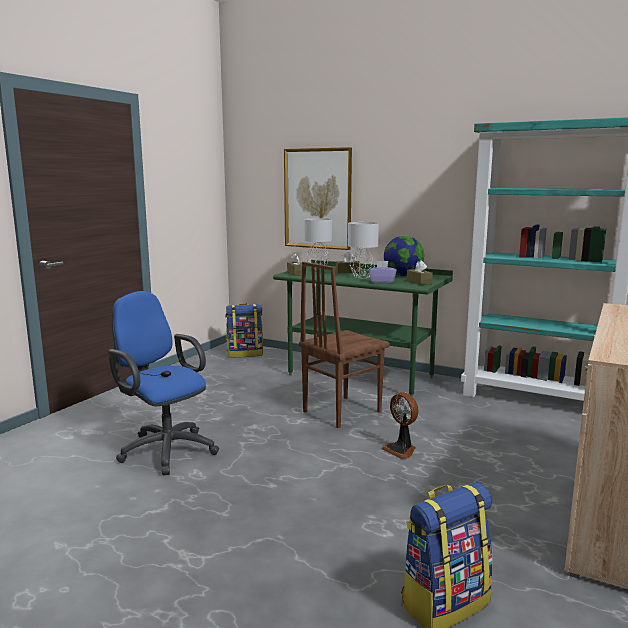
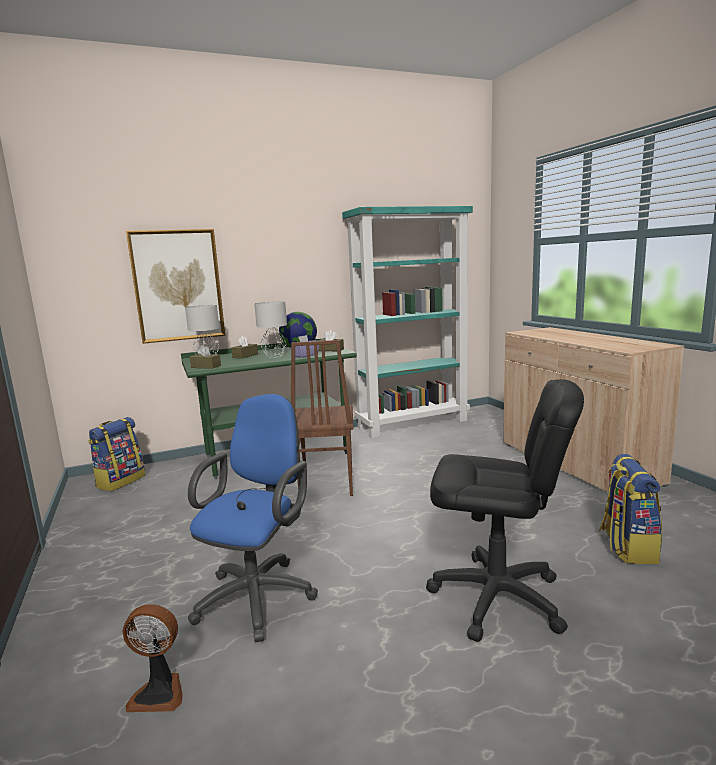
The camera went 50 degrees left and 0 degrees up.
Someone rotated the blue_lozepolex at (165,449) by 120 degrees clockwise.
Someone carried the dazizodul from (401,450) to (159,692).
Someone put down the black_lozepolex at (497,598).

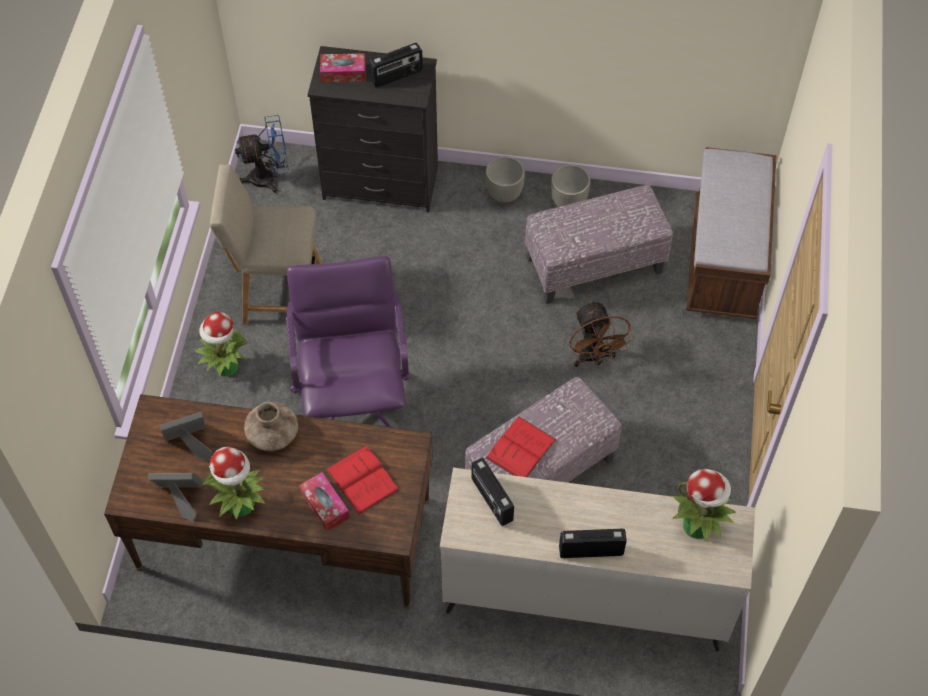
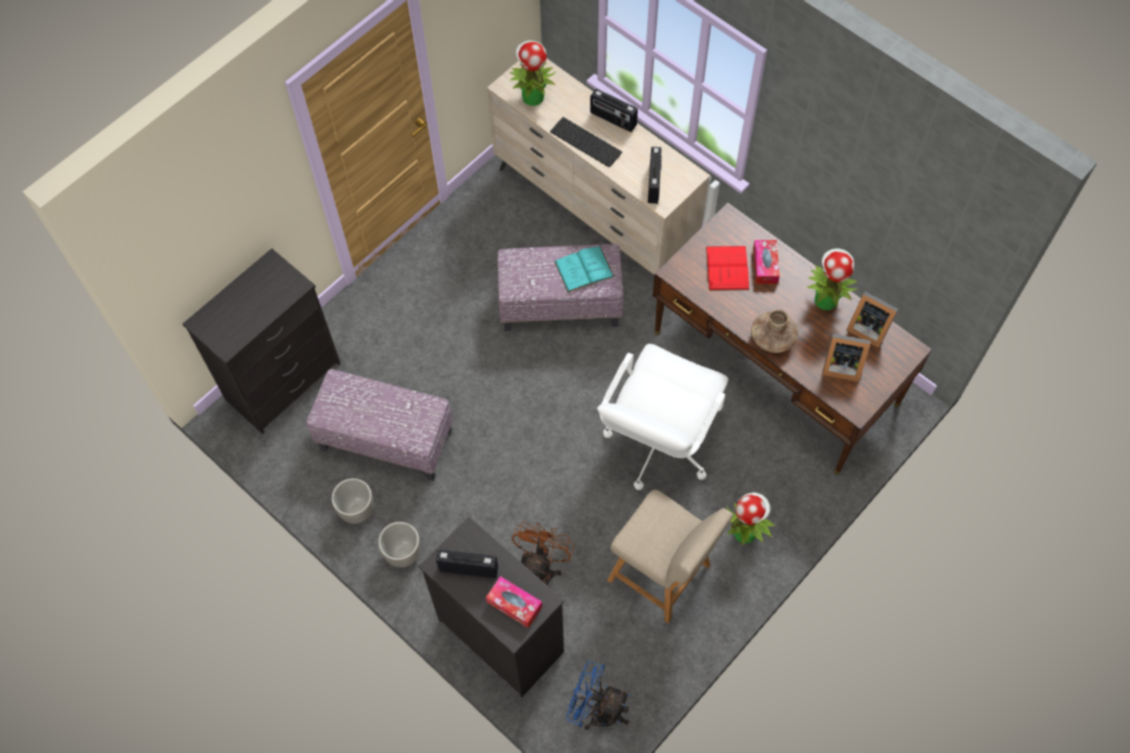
The camera went 145 degrees left and 5 degrees up.
Someone repainted the purple_lozepolex at (353,397), which became the white_lozepolex at (658,443).
Someone repainted the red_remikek at (521,449), which became the turquoise_remikek at (584,269).
Someone carried the brown_dazizodul from (594,358) to (540,570).
Someone swapped the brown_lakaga at (724,260) for the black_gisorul at (284,381).
Someone put down the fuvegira at (587,141).

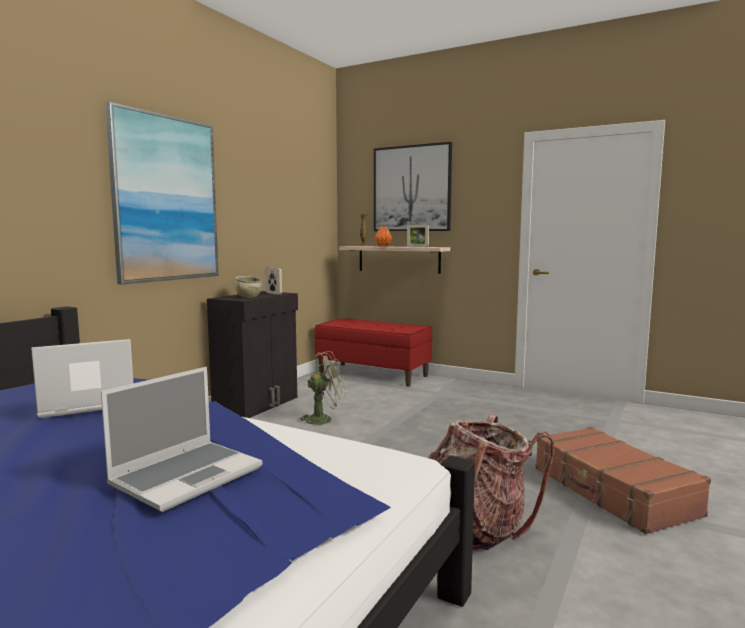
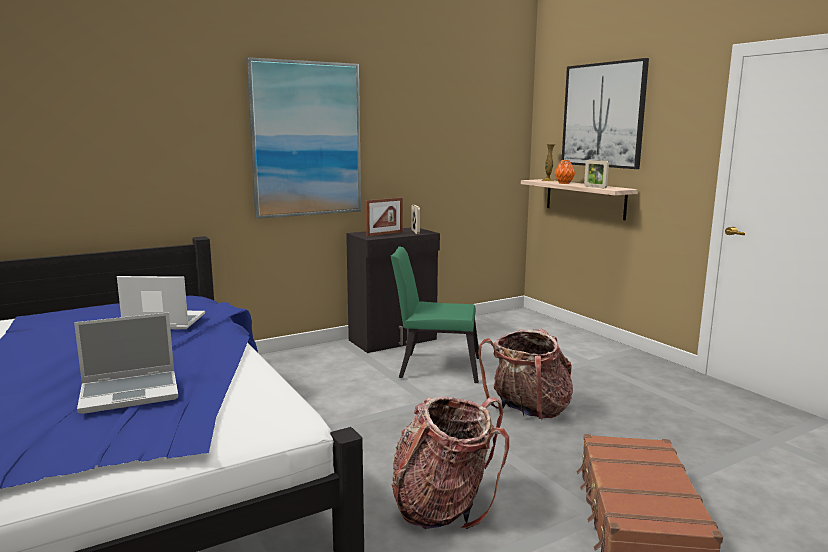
The camera went 30 degrees right and 5 degrees up.
Someone swapped the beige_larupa at (248,296) for the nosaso at (384,234).
Someone swapped the green_dazizodul at (324,419) for the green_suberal at (434,367).
Someone took away the red_lakaga at (373,374).
Someone put down the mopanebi at (528,411).

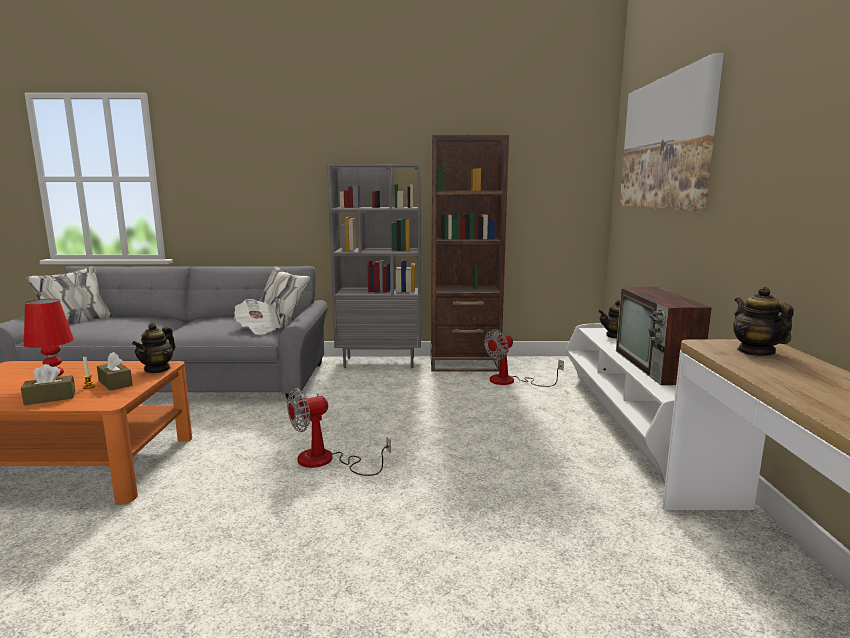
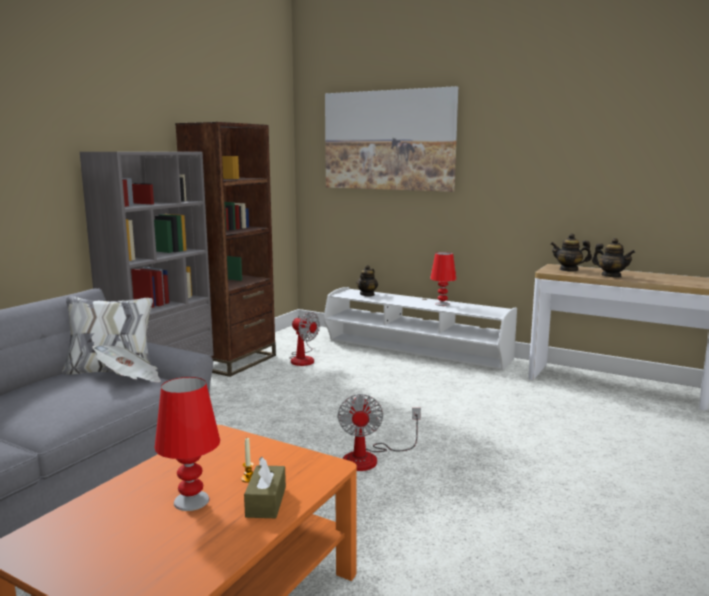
The camera went 60 degrees left and 0 degrees up.
Someone took away the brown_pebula at (115,383).
Someone carried the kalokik from (158,369) to (611,276).
Someone rotated the dazizodul at (511,381) by 45 degrees counterclockwise.
Someone swapped the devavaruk at (656,367) for the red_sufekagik at (442,304).

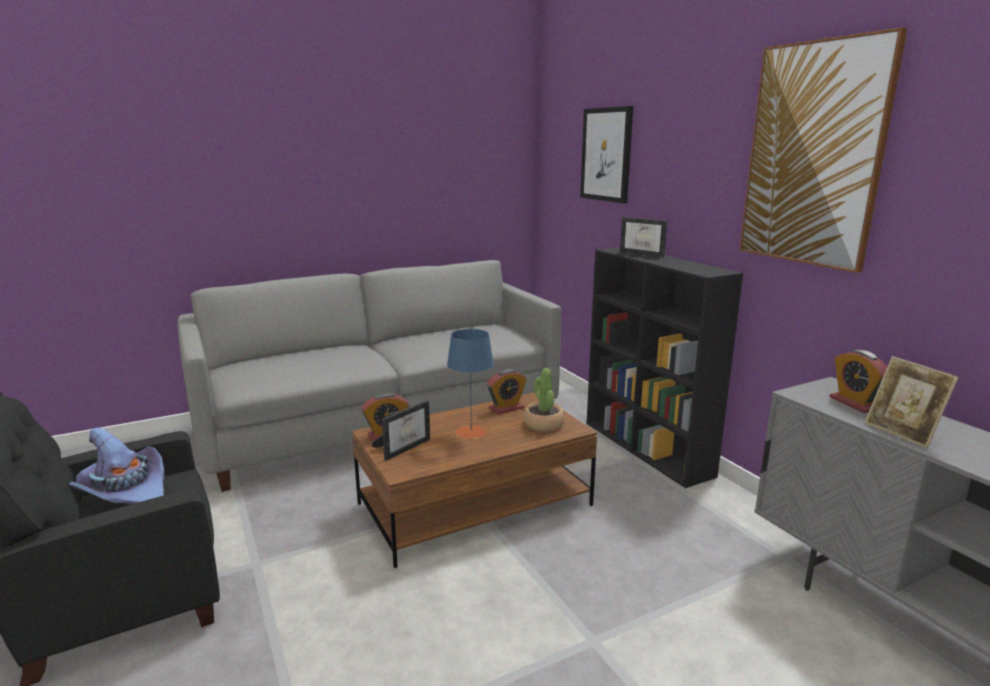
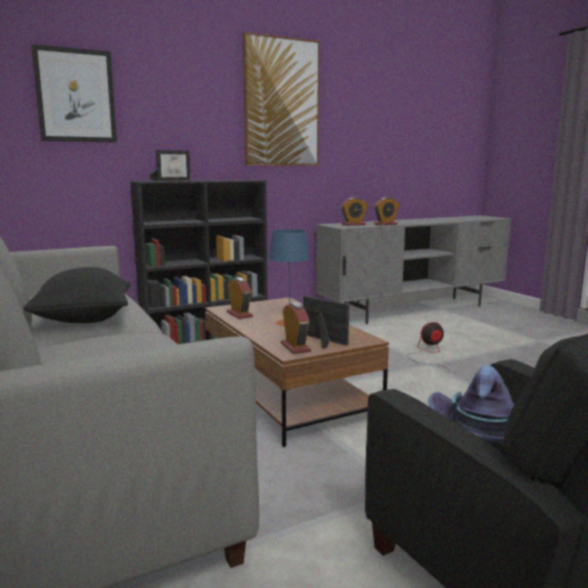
The camera went 90 degrees left and 5 degrees down.
Someone took away the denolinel at (543,424).
Someone swapped the nosaso at (901,433) for the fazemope at (386,224).
Someone put down the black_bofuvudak at (84,320).
Someone put down the dazizodul at (428,353).

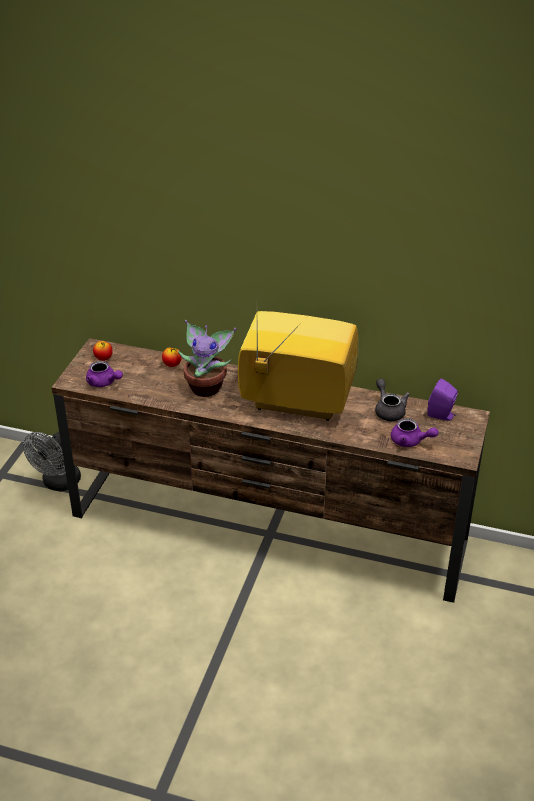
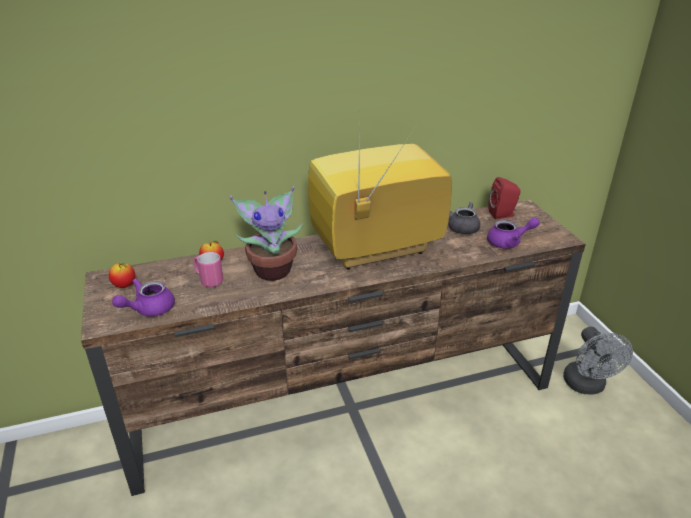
The camera went 35 degrees left and 5 degrees down.
Someone carried the grey_dazizodul from (58,483) to (587,386).
Someone rotated the purple_kalokik at (104,383) by 135 degrees clockwise.
Someone repainted the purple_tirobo at (442,415), which became the red_tirobo at (503,214).
Someone put down the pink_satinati at (208,280).

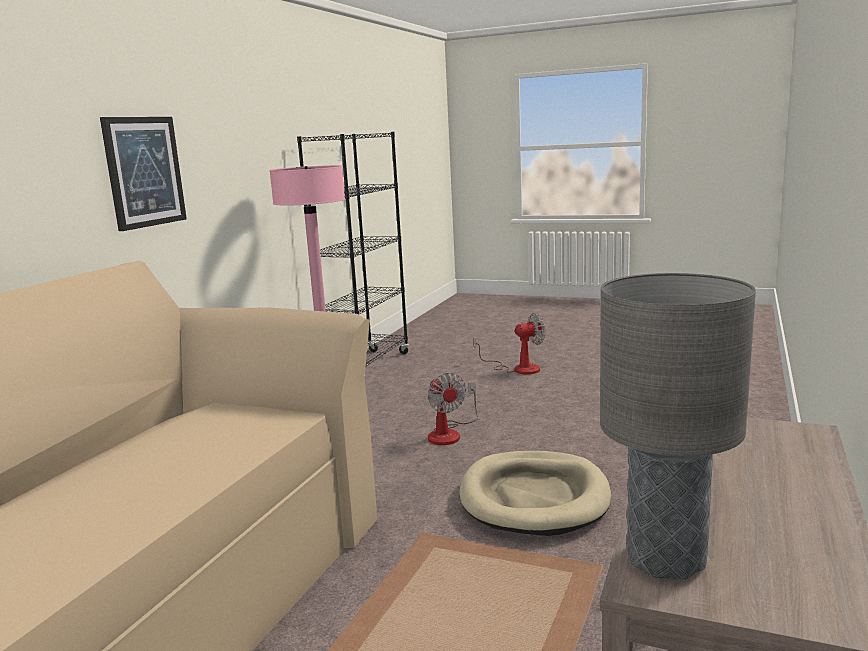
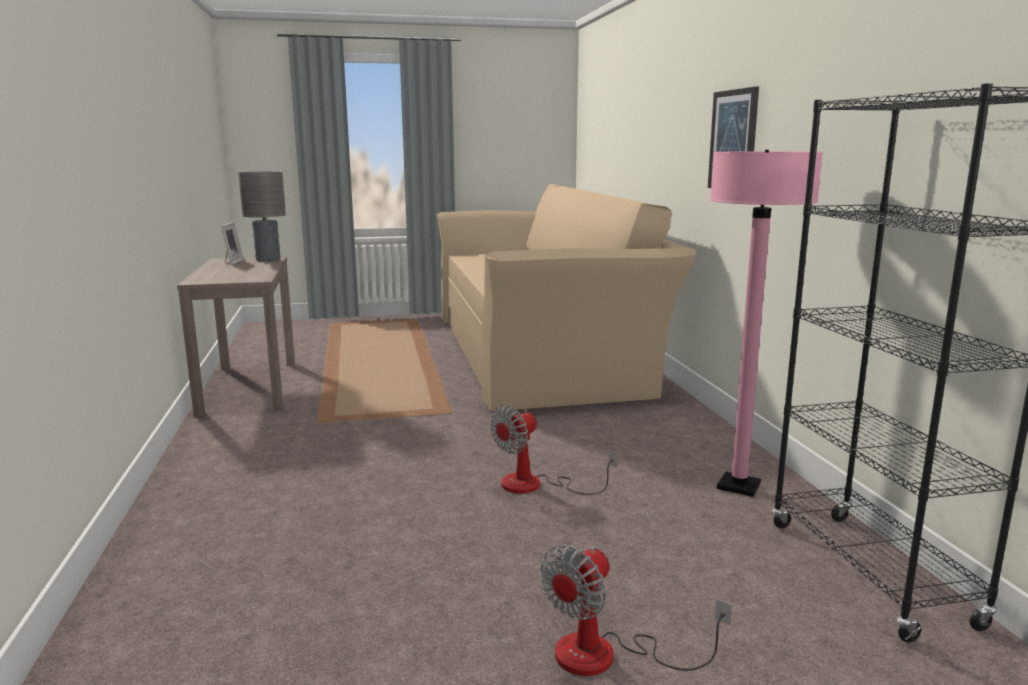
The camera went 145 degrees right and 0 degrees up.
Someone rotated the dazizodul at (449,433) by 75 degrees counterclockwise.
Someone took away the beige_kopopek at (534,498).
Someone put down the nosaso at (231,262).

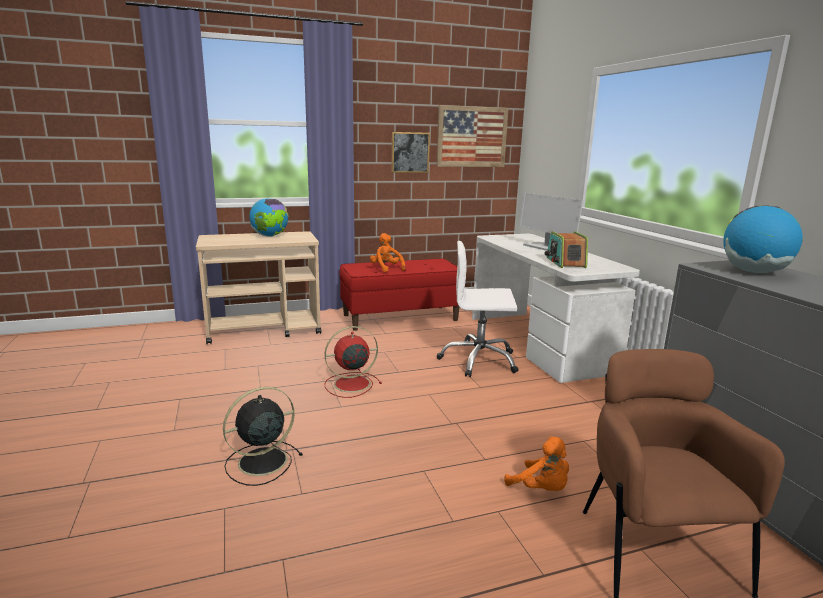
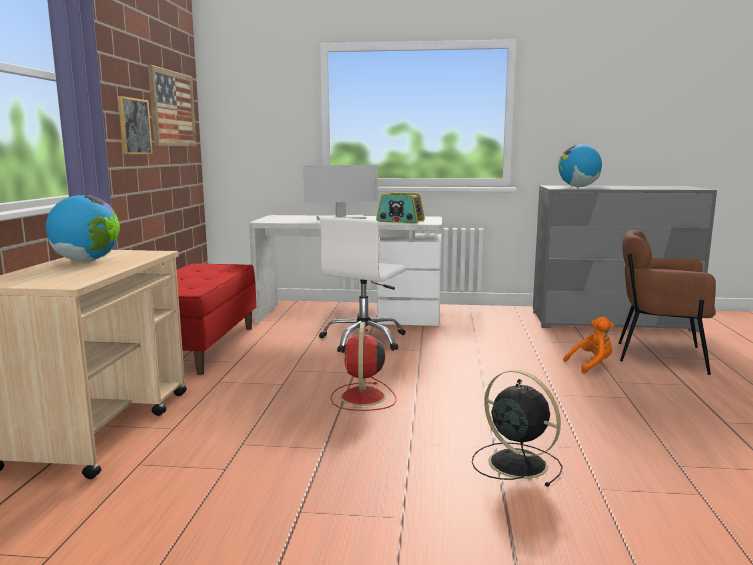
The camera went 65 degrees left and 5 degrees down.
Someone rotated the black_dazizodul at (260,462) by 150 degrees clockwise.
Someone took away the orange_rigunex at (386,268).

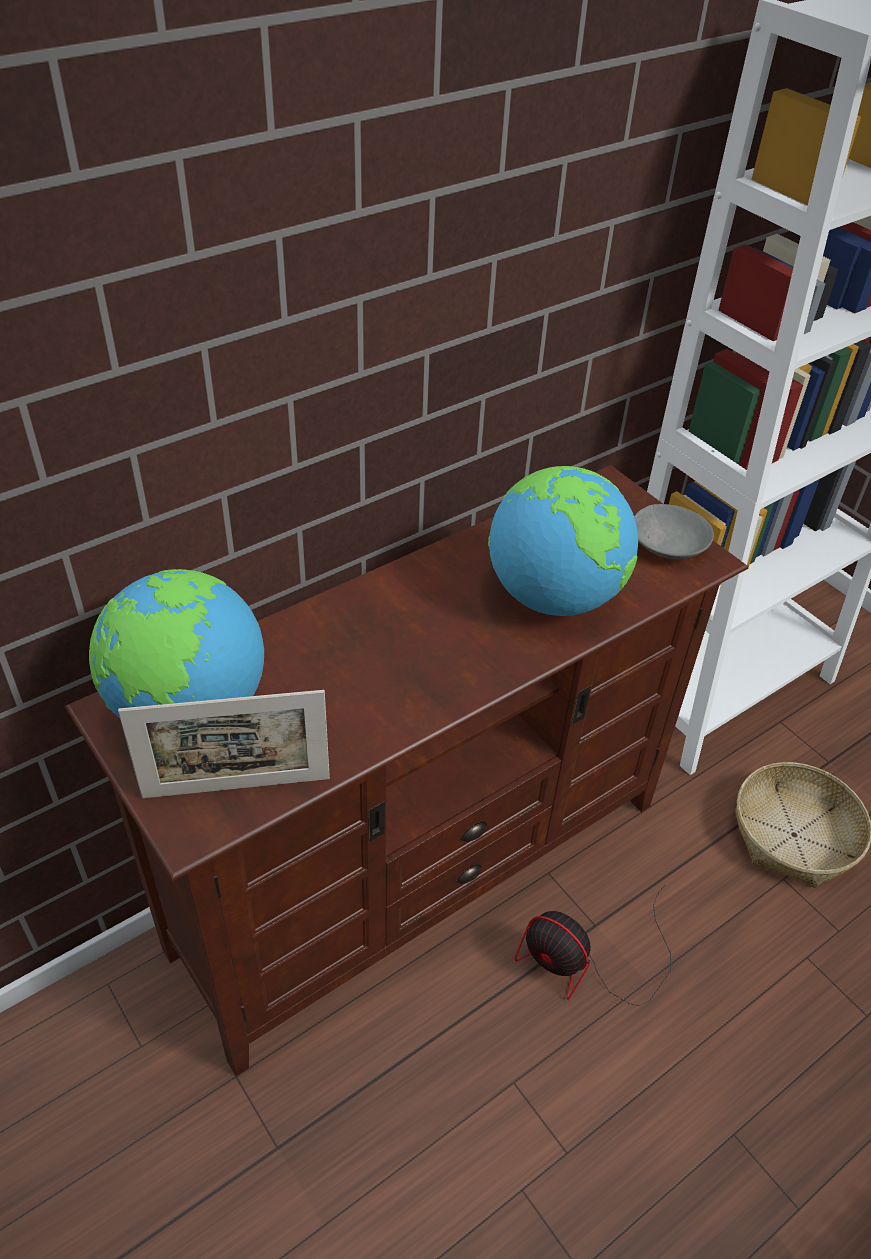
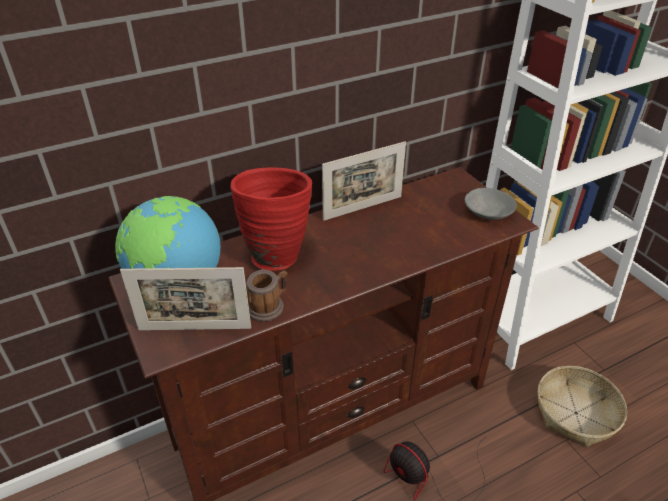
The camera went 10 degrees right and 5 degrees down.
Someone took away the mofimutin at (554,596).
Someone put down the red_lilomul at (276,253).
Someone put down the satinati at (268,306).
Someone put down the nosaso at (363,208).

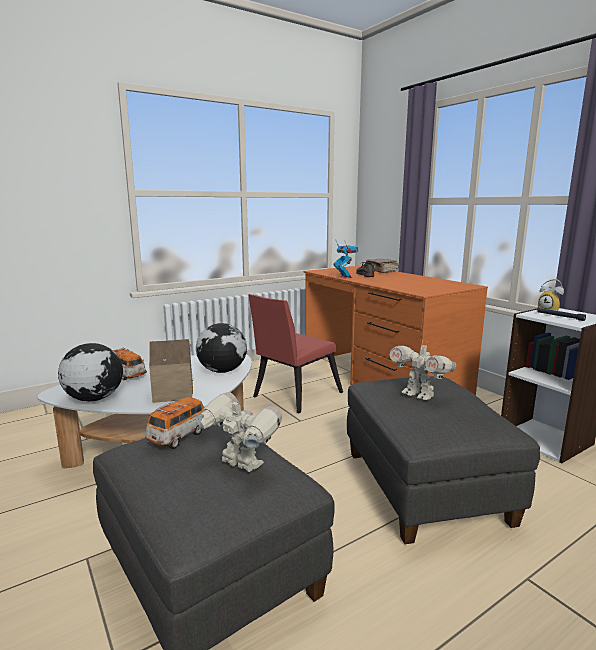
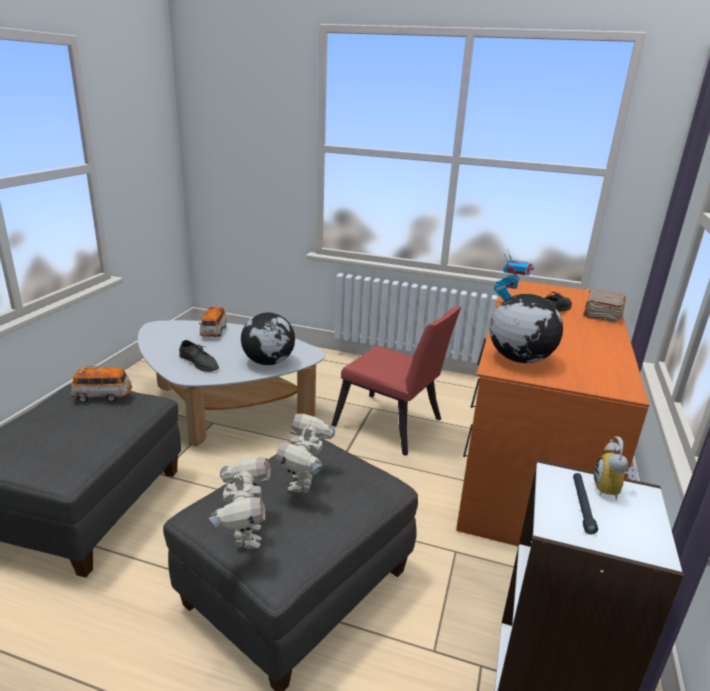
The camera went 50 degrees right and 10 degrees up.
Someone carried the mofimutin from (94,398) to (519,359).
Someone swapped the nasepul at (173,392) for the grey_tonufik at (199,362).
Someone carried the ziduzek from (240,465) to (244,535).
Someone rotated the red_suberal at (293,396) by 150 degrees counterclockwise.

